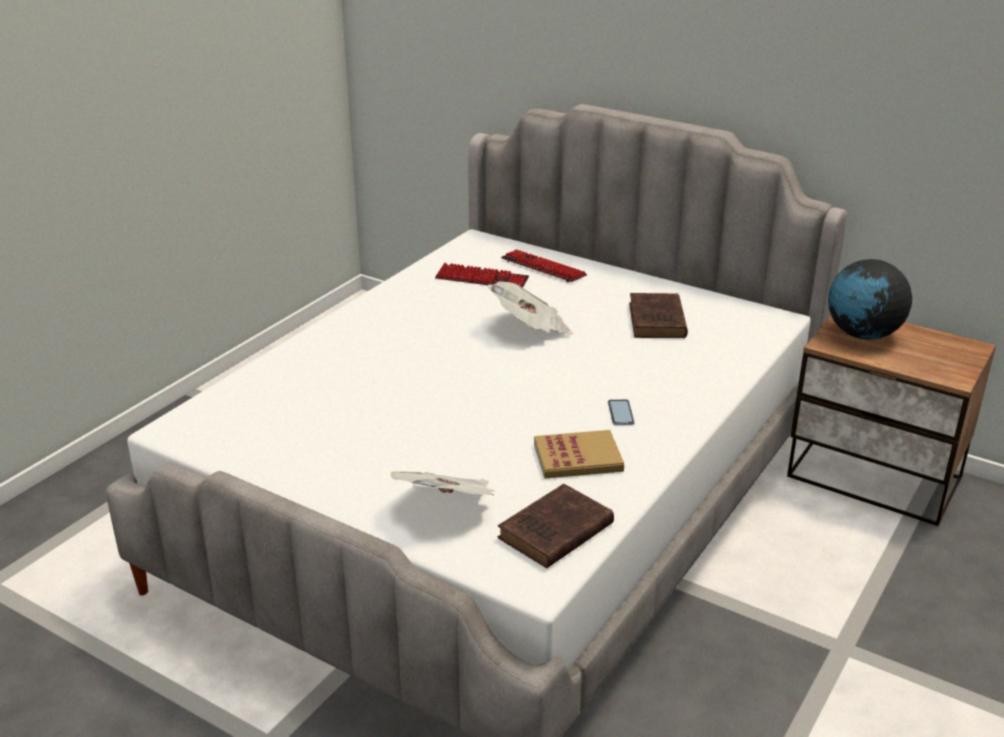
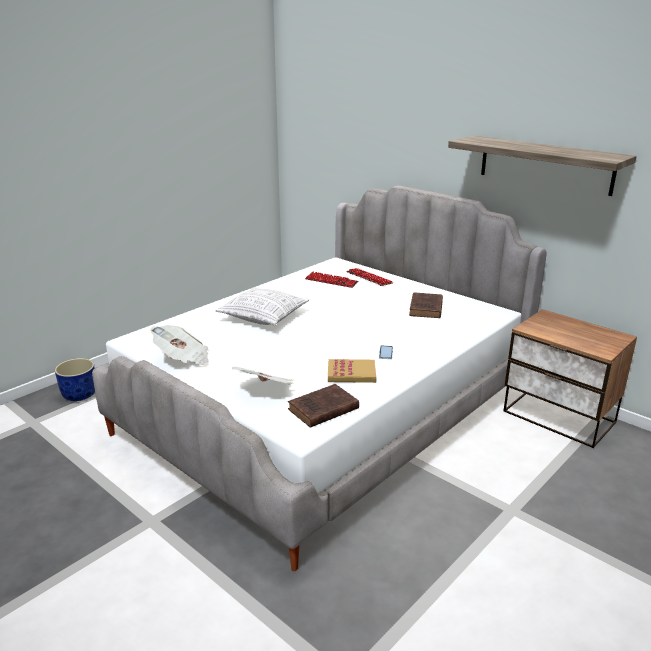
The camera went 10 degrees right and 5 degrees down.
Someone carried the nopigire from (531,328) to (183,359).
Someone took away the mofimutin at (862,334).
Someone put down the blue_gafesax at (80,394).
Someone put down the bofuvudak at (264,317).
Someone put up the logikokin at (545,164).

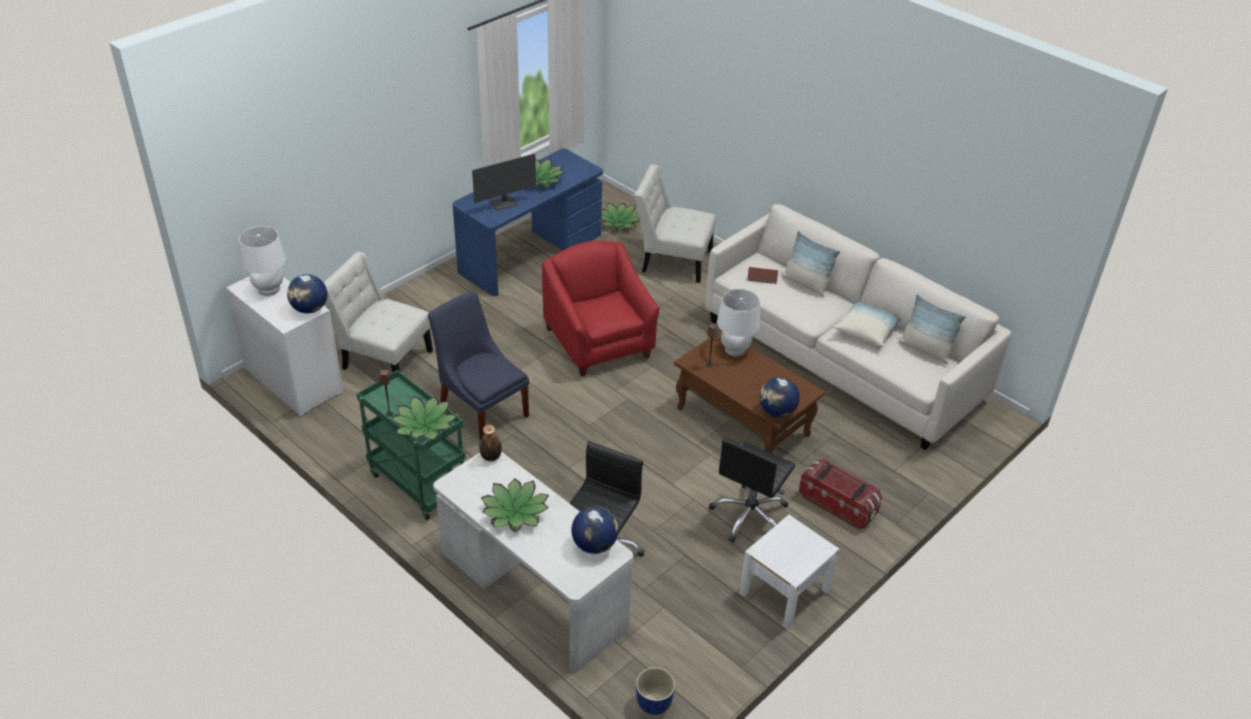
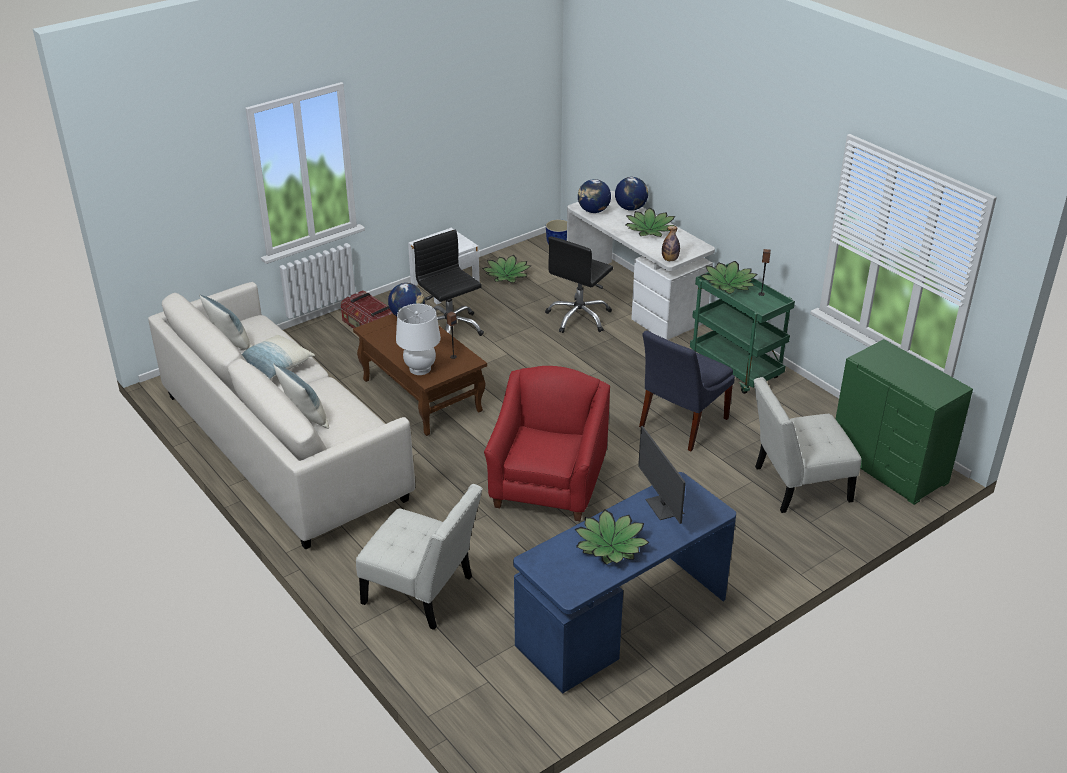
The camera went 170 degrees left and 5 degrees down.
Someone repainted the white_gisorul at (292,381), which became the green_gisorul at (889,466).
Someone took away the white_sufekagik at (269,289).
Someone carried the mofimutin from (309,309) to (630,208).
Someone rotated the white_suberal at (383,358) by 135 degrees clockwise.
Someone rotated the blue_suberal at (482,410) by 75 degrees clockwise.
Someone rotated the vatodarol at (504,203) by 90 degrees counterclockwise.
Someone rotated the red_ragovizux at (599,342) by 150 degrees counterclockwise.
Someone carried the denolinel from (619,222) to (506,275).
Someone rotated the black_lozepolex at (750,516) by 75 degrees counterclockwise.
Someone took away the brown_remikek at (762,277).

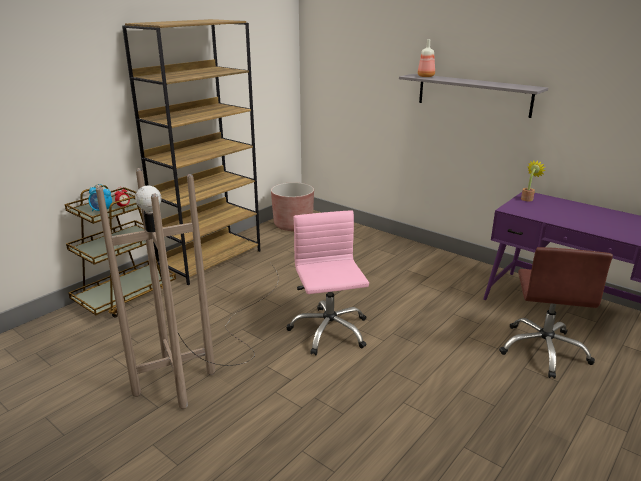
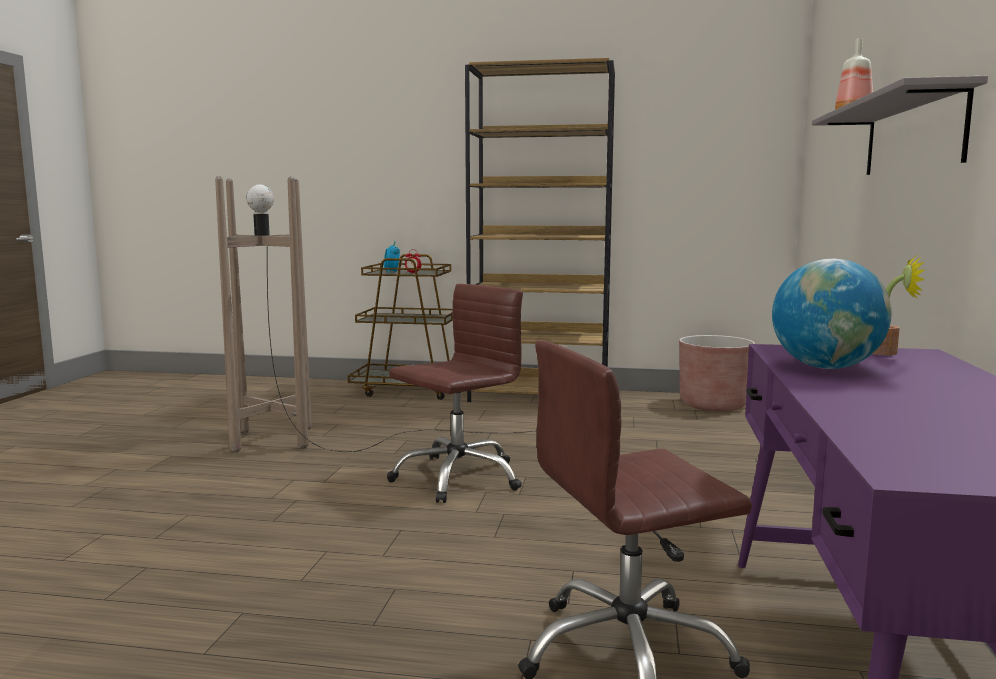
The camera went 60 degrees right and 15 degrees down.
Someone repainted the pink_lozepolex at (329,331), which became the brown_lozepolex at (457,477).
Someone put down the mofimutin at (825,367).

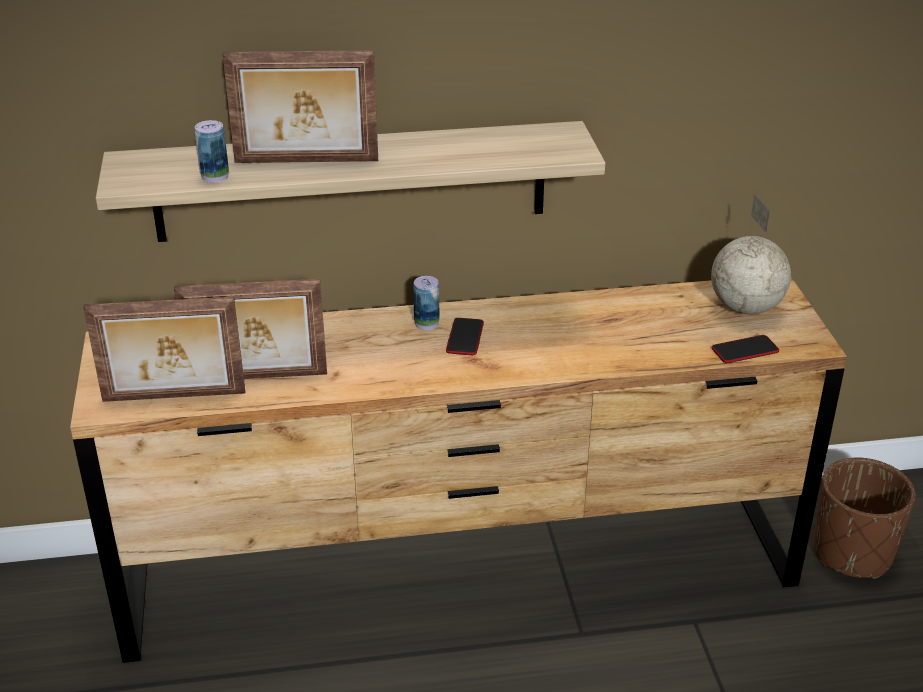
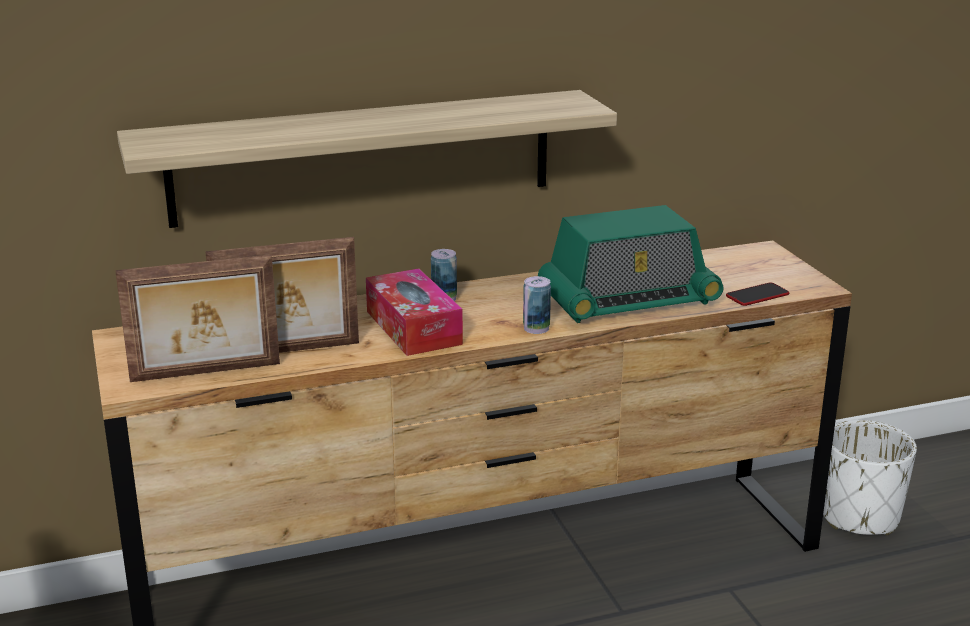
The camera went 10 degrees left and 10 degrees down.
Someone carried the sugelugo from (215,176) to (536,328).
Someone took away the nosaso at (306,162).
Someone took away the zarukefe at (465,337).
Someone took away the mofimutin at (746,307).
Someone repainted the brown_gafesax at (853,553), which became the white_gafesax at (860,516).
Someone put down the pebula at (413,327).
Someone put down the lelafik at (628,300).

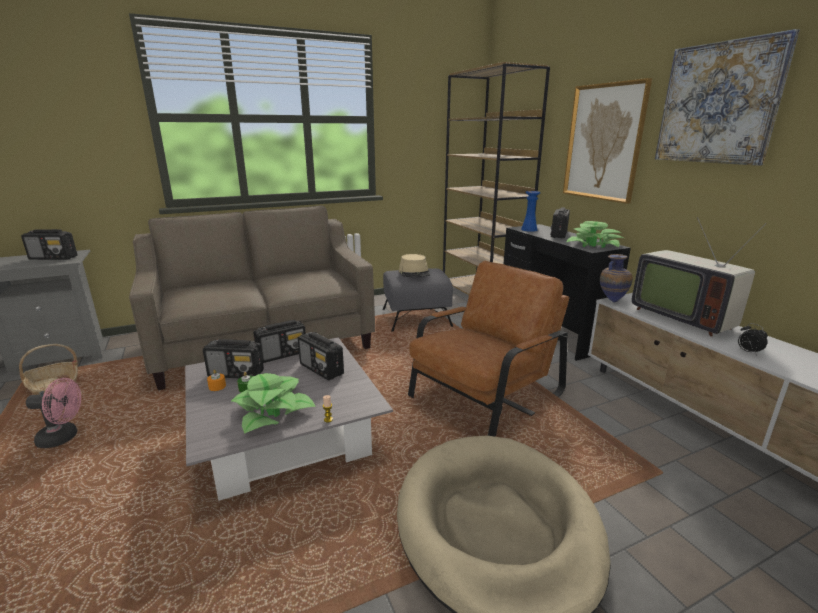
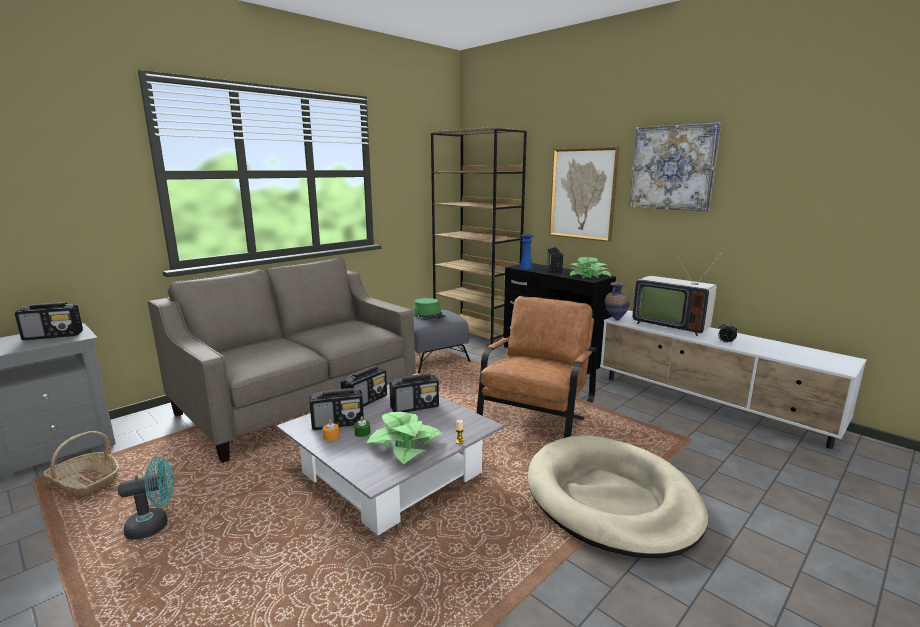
The camera went 20 degrees left and 5 degrees down.
Someone repainted the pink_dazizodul at (64,438), which became the turquoise_dazizodul at (154,525).
Someone rotated the lelafik at (321,369) by 45 degrees counterclockwise.
Someone repainted the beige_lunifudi at (414,272), which became the green_lunifudi at (428,315).

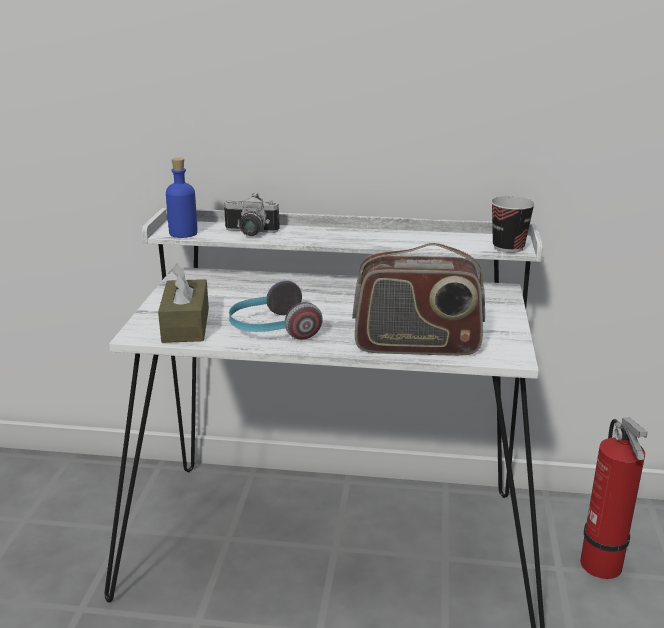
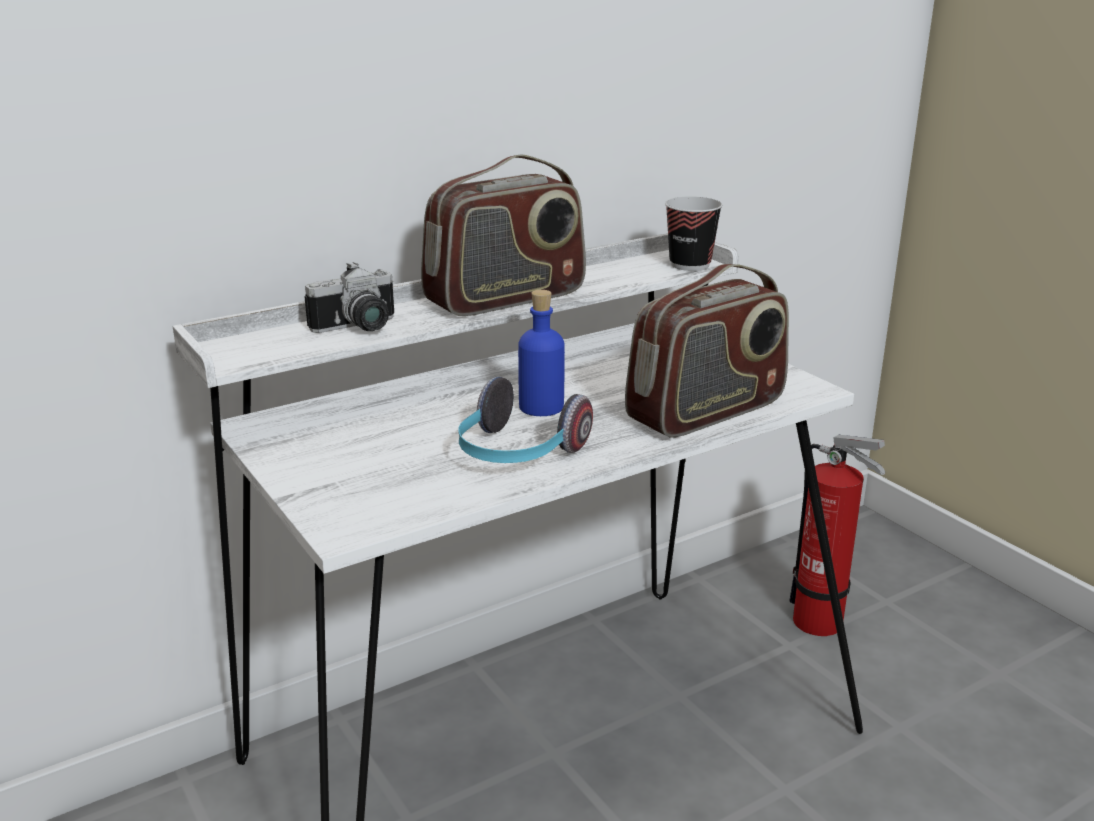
The camera went 40 degrees left and 0 degrees up.
Someone took away the brown_pebula at (186,325).
Someone carried the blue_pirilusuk from (183,233) to (541,407).
Someone put down the lelafik at (506,298).

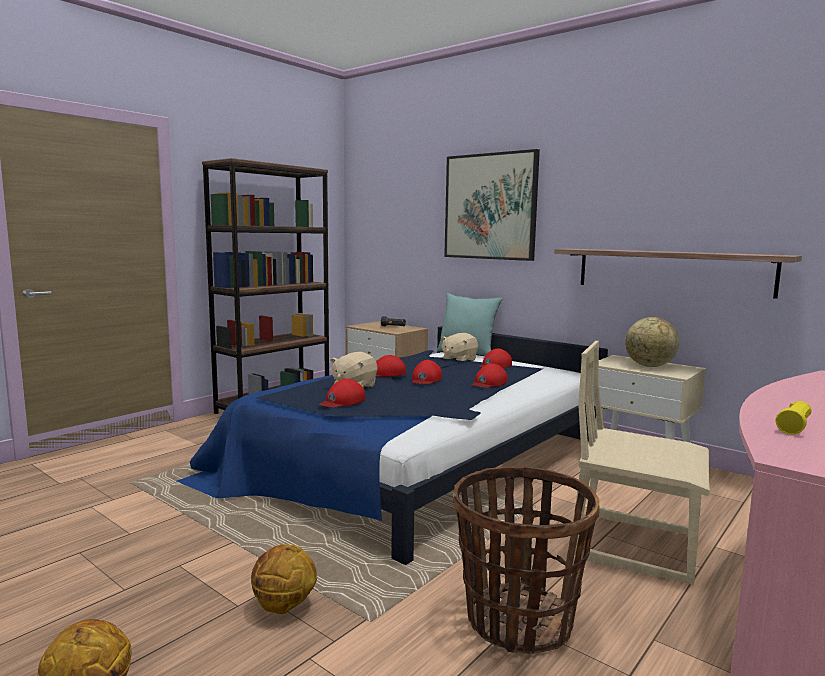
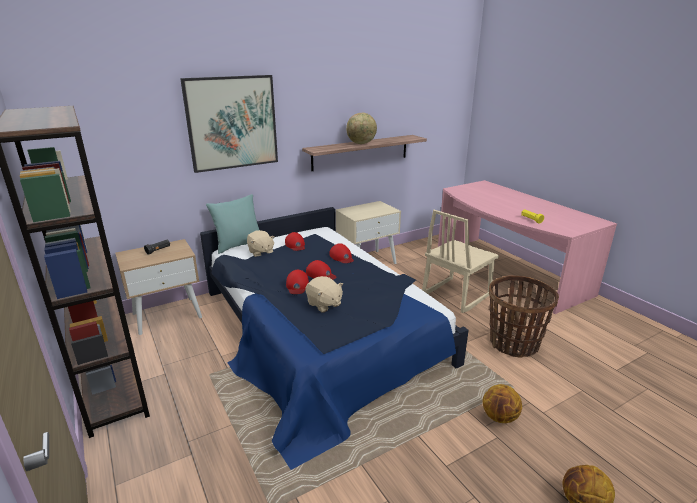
The camera went 70 degrees left and 15 degrees up.
Someone took away the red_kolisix at (342,401).
Someone carried the mofimutin from (649,366) to (361,143).

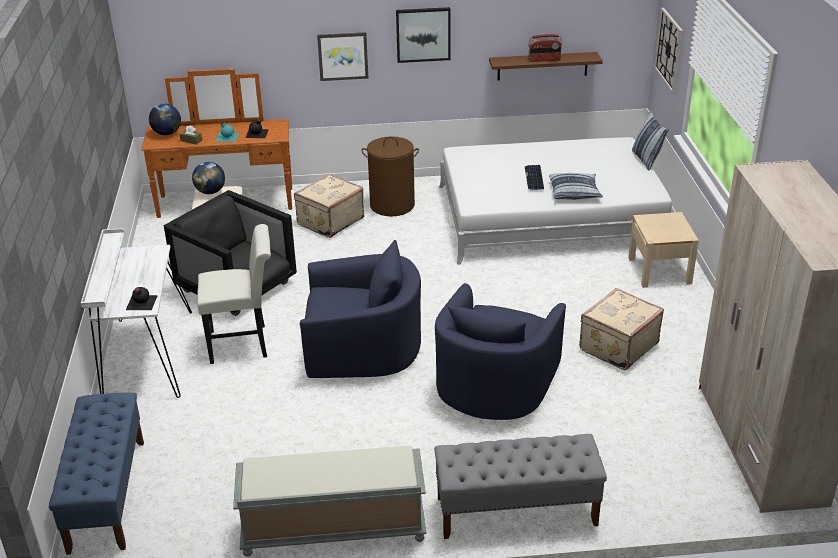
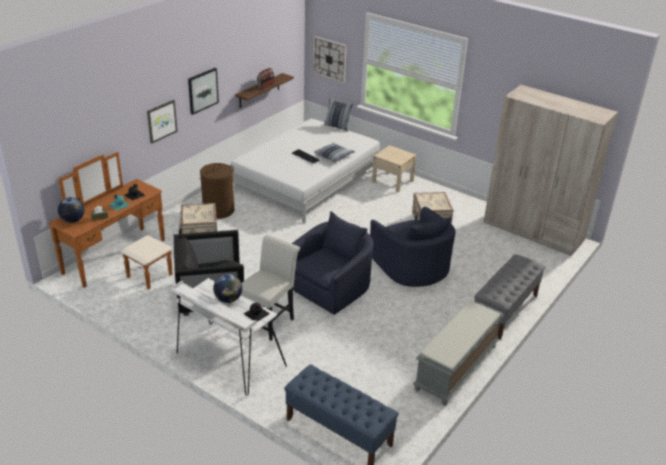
The camera went 50 degrees left and 0 degrees up.
Someone carried the mofimutin from (210,192) to (228,299).

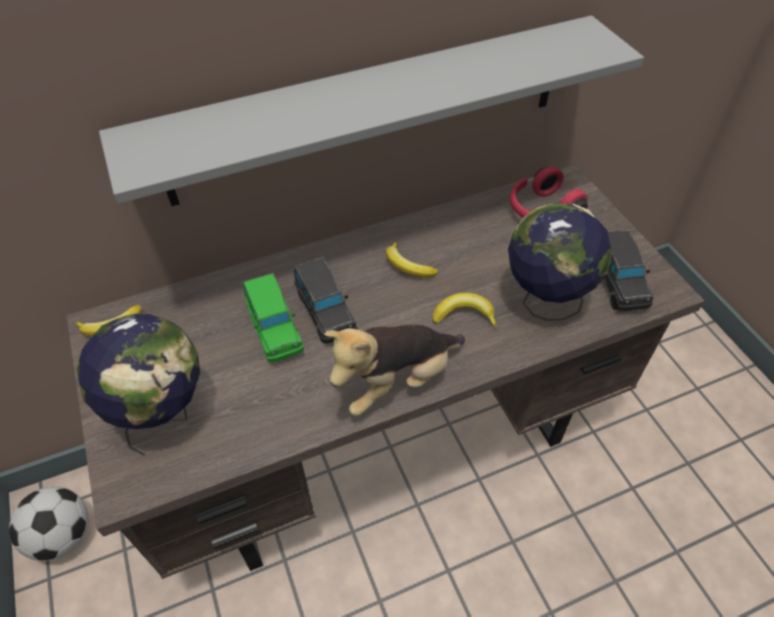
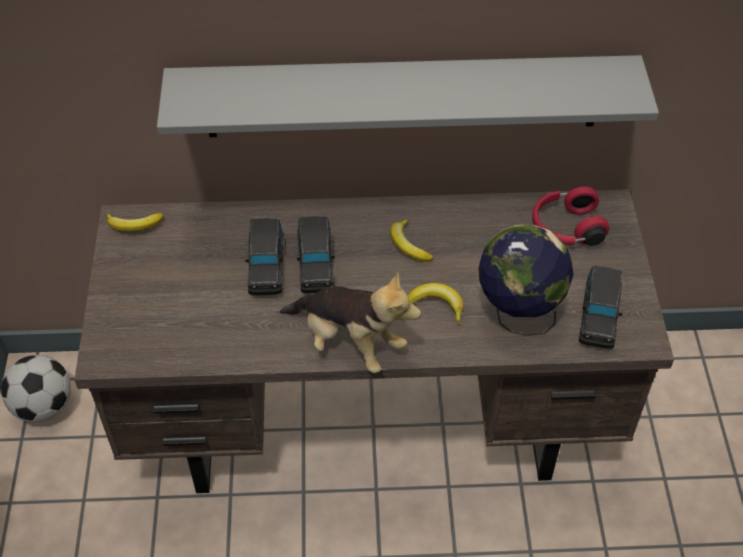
The camera went 20 degrees right and 0 degrees up.
Someone took away the mofimutin at (164,415).
Someone repainted the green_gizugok at (274,328), which became the black_gizugok at (266,267).
Someone rotated the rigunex at (396,381) by 135 degrees counterclockwise.

